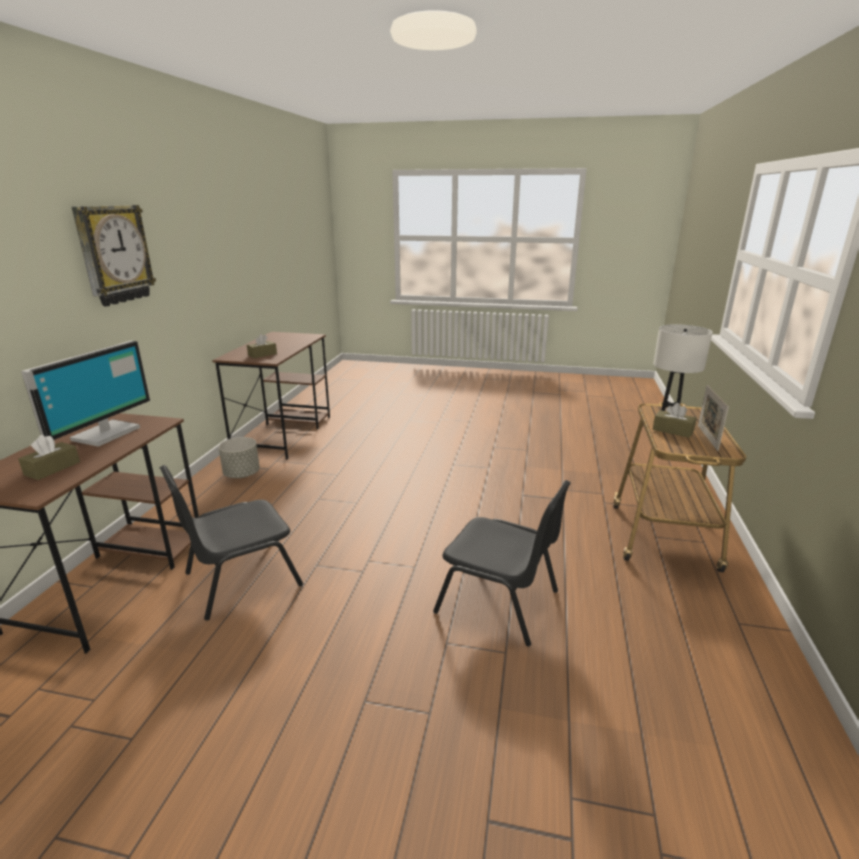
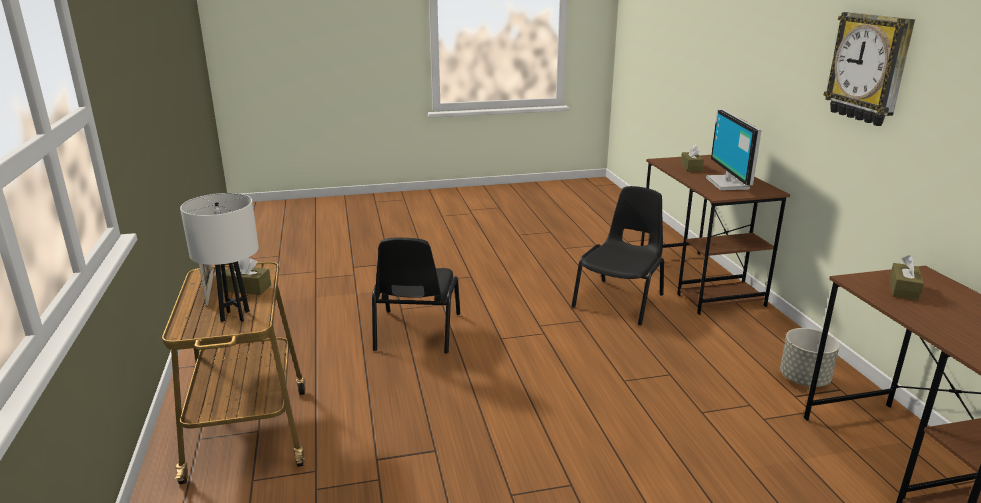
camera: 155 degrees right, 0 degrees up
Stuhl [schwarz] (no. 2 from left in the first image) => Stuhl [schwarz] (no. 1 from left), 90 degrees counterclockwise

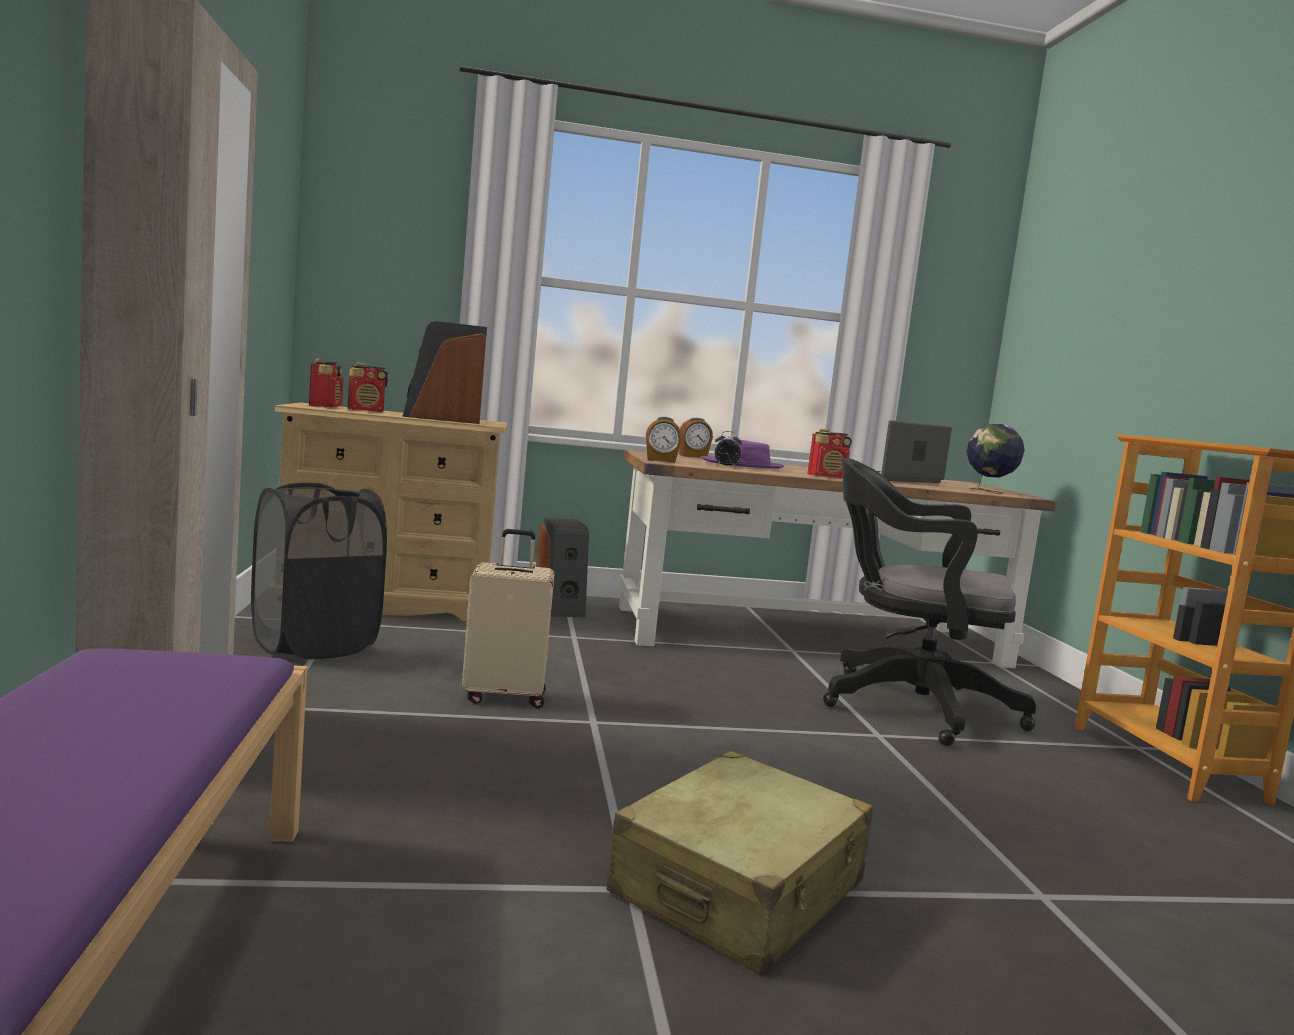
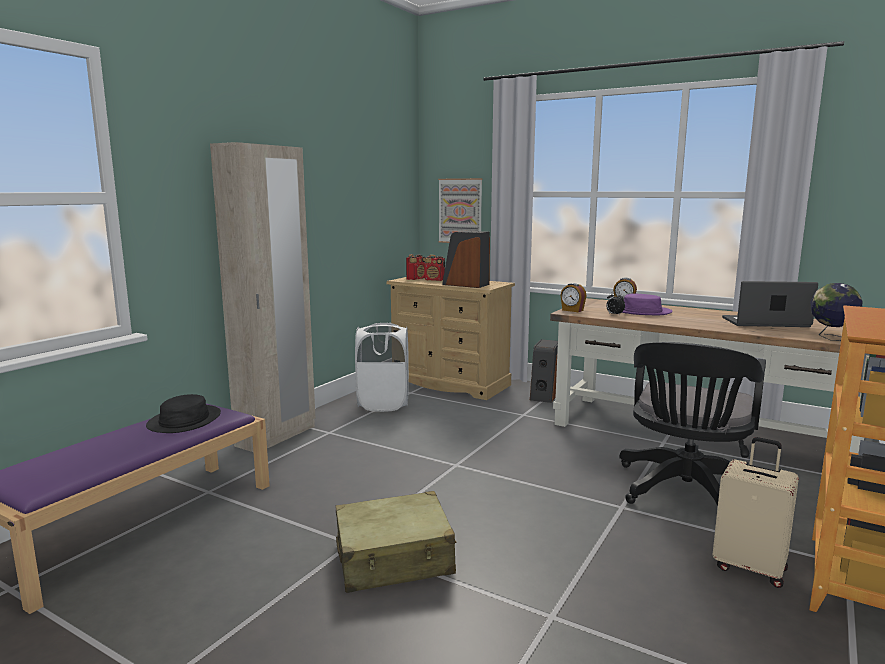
camera: 40 degrees right, 5 degrees up
Radio (no. 3 from left) => nothing
Bürostuhl [schwarz], 120 degrees counterclockwise
Wäschekorb [schwarz] => Wäschekorb [weiß]
Koffer [beige] (no. 1 from left in the first image) => Koffer [beige] (no. 2 from left), shifted
nothing => Bild
nothing => Hut [schwarz]

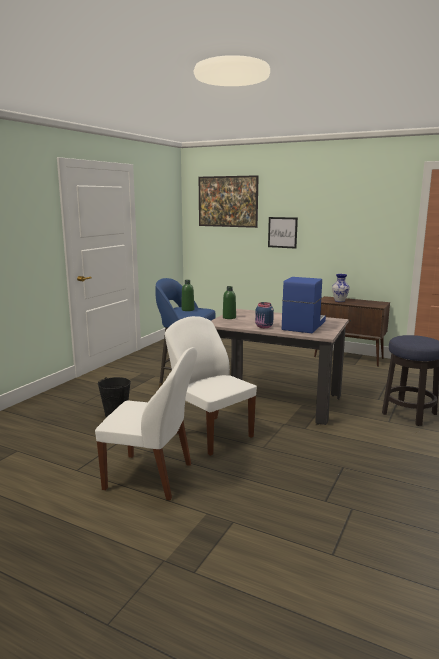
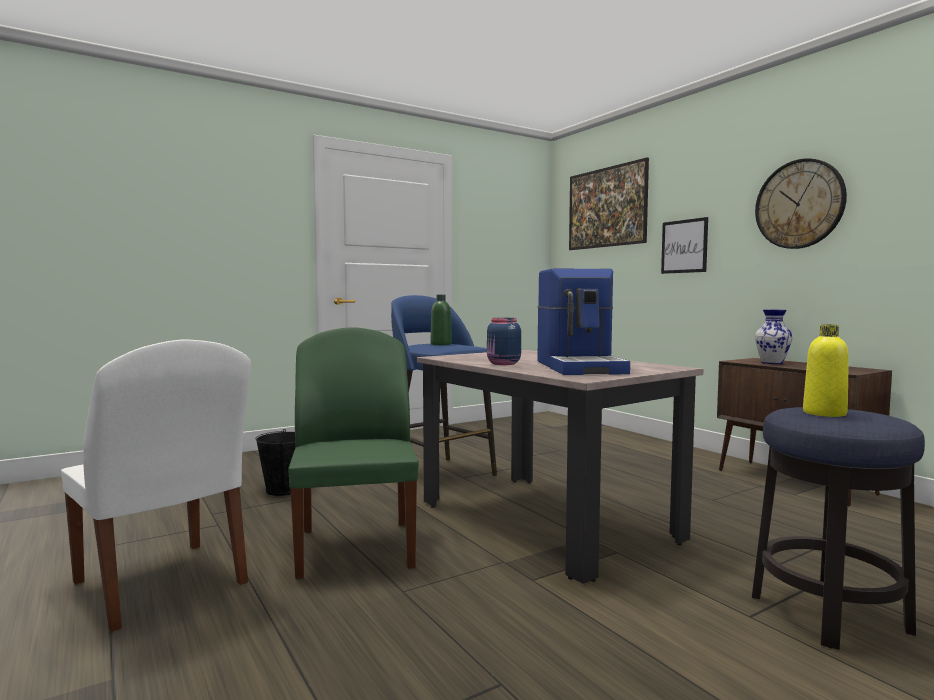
camera: 30 degrees right, 10 degrees down
Kaffeemaschine, 120 degrees clockwise
Flasche [grün] (no. 2 from left) => nothing
Stuhl [weiß] (no. 2 from left) => Stuhl [grün]
nothing => Wanduhr
nothing => Flasche [gelb]

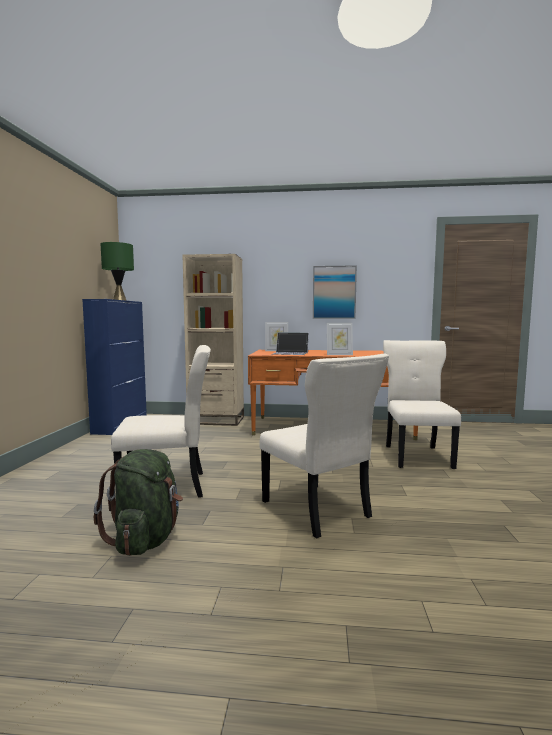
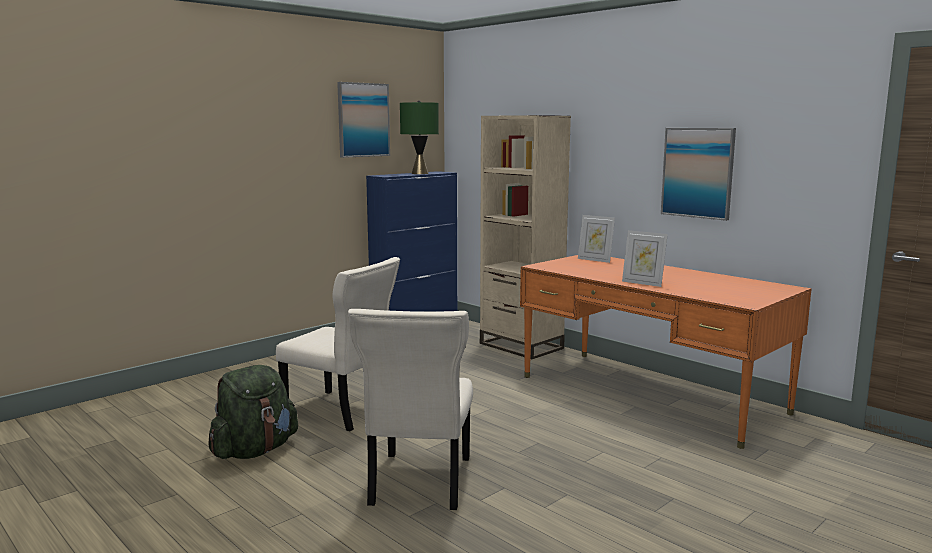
camera: 40 degrees right, 5 degrees up
Laptop => nothing
Stuhl [beige] (no. 3 from left) => nothing
nothing => Bild (no. 1 from left)

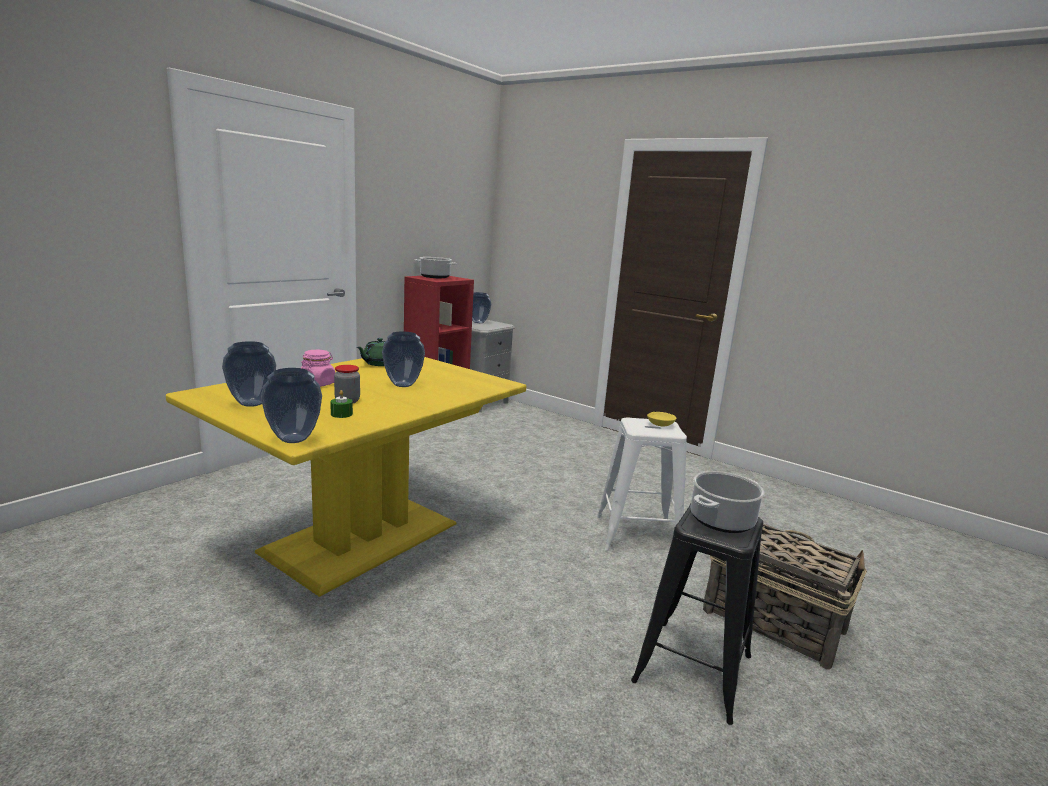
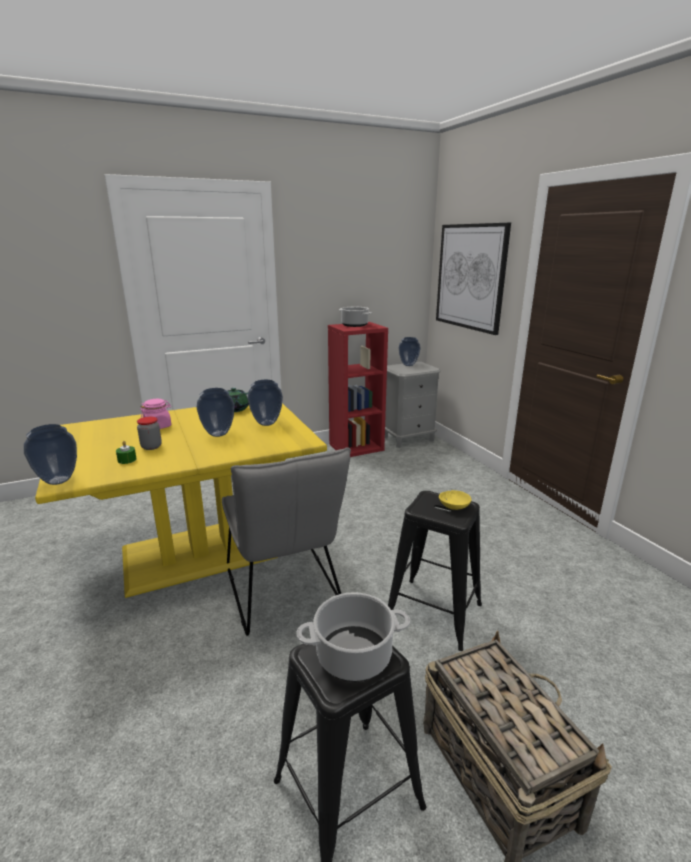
camera: 30 degrees right, 5 degrees up
Vase (no. 1 from left in the first image) => Vase (no. 3 from left), shifted
Hocker [weiß] => Hocker [schwarz] (no. 2 from left)
nothing => Bild
nothing => Stuhl [grau]

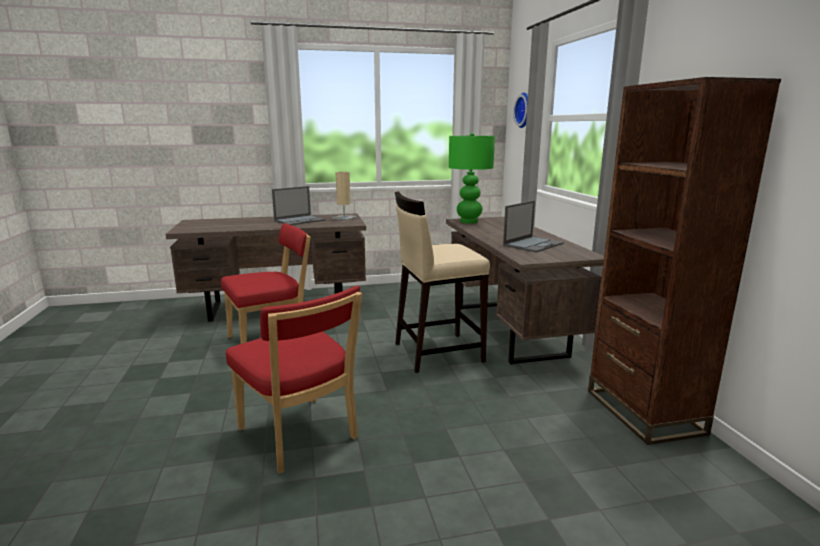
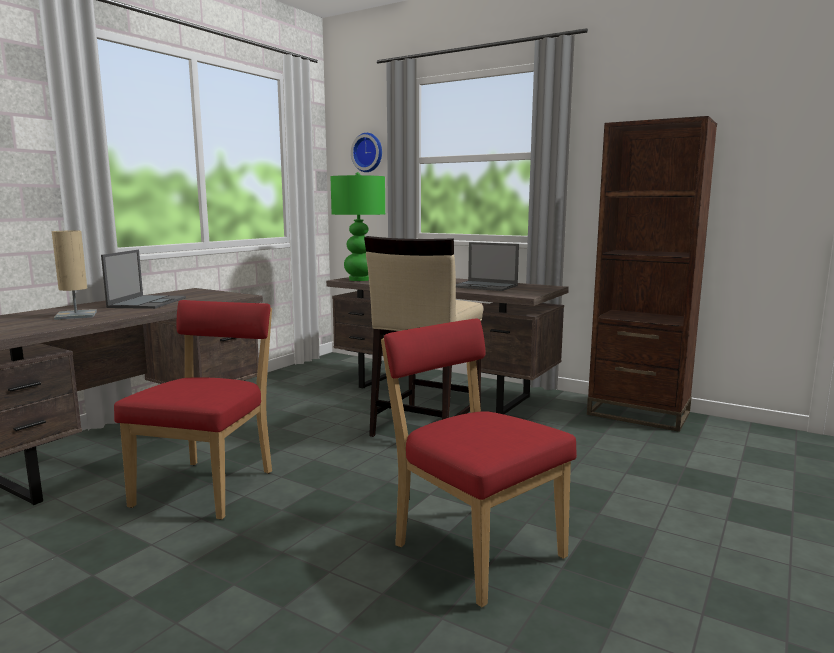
camera: 45 degrees left, 5 degrees down
Tischlampe [beige], shifted
Laptop (no. 2 from left), 120 degrees clockwise
Stuhl [rot] (no. 2 from left), 135 degrees counterclockwise

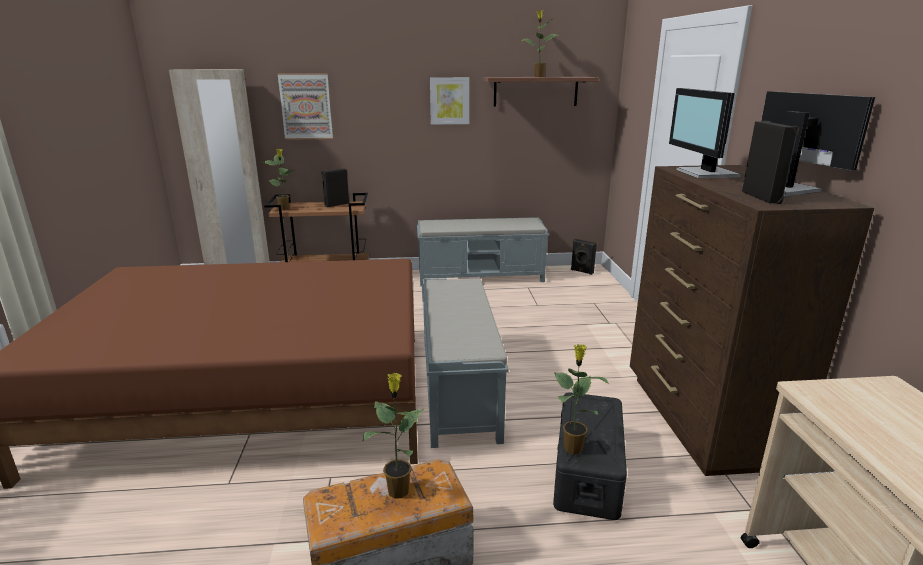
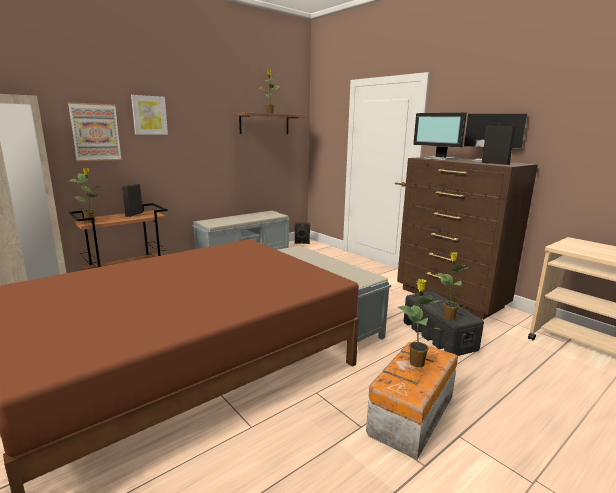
camera: 35 degrees left, 5 degrees down
Bild (no. 2 from left), shifted

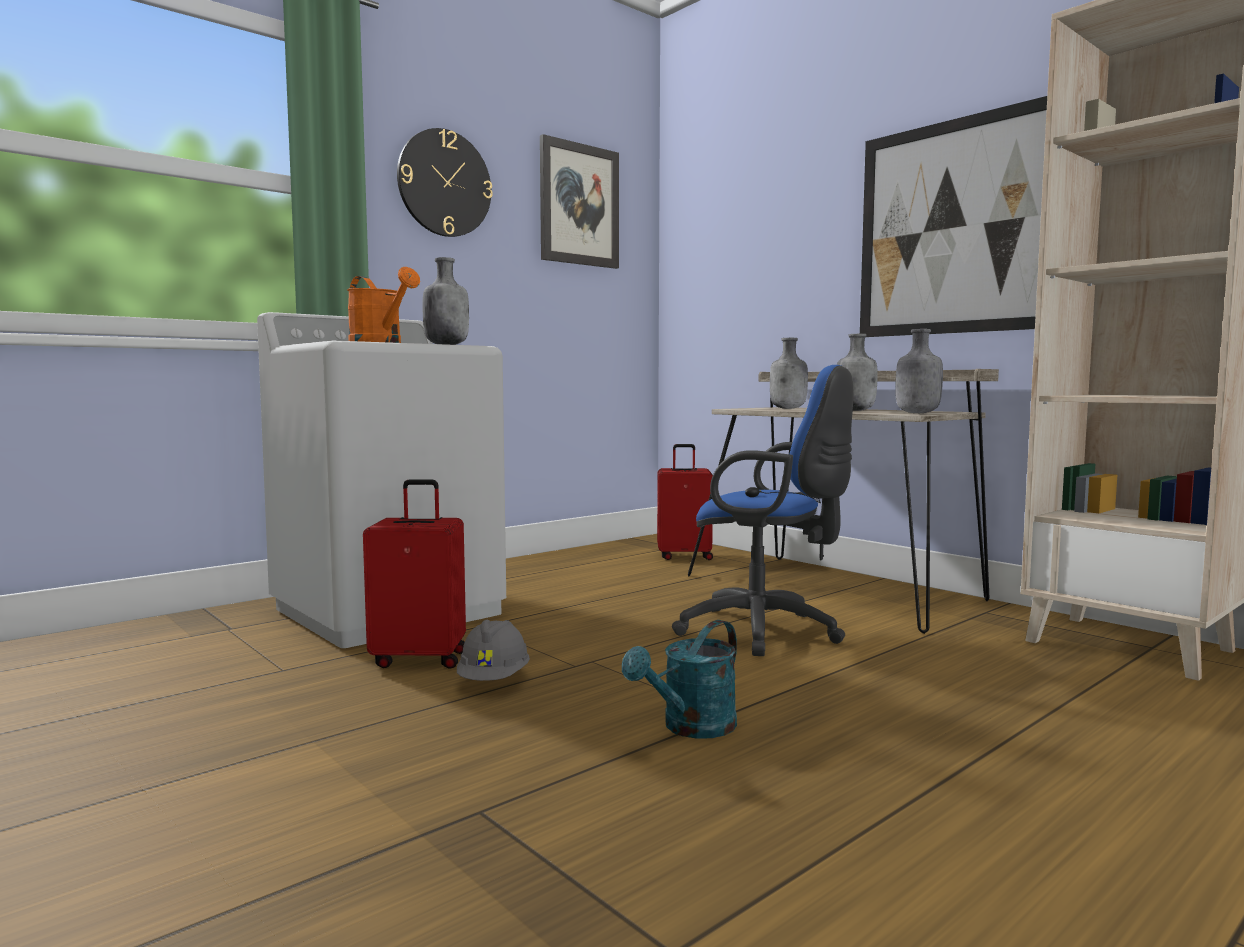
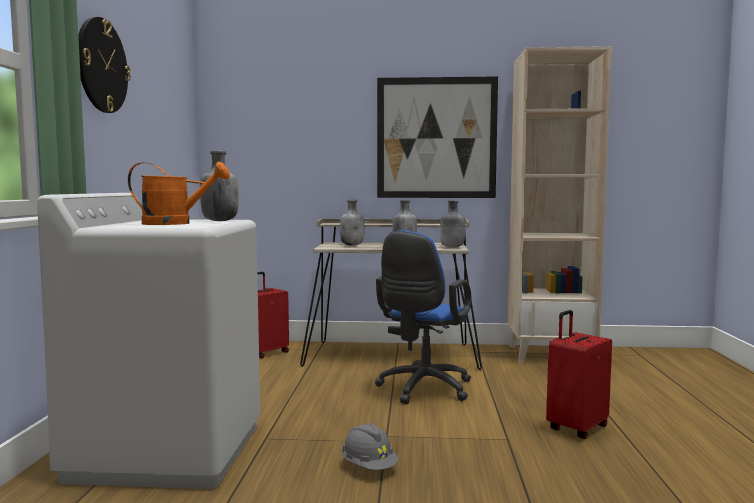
camera: 45 degrees left, 0 degrees up
Bild (no. 1 from left) => nothing
Bürostuhl [blau], 135 degrees clockwise
Koffer [rot] (no. 1 from left in the first image) => Koffer [rot] (no. 2 from left), shifted
Gießkanne [türkis] => nothing

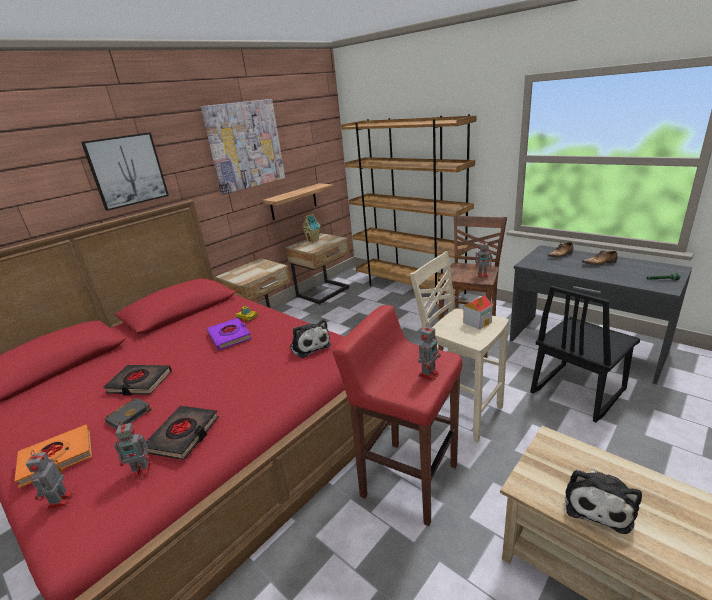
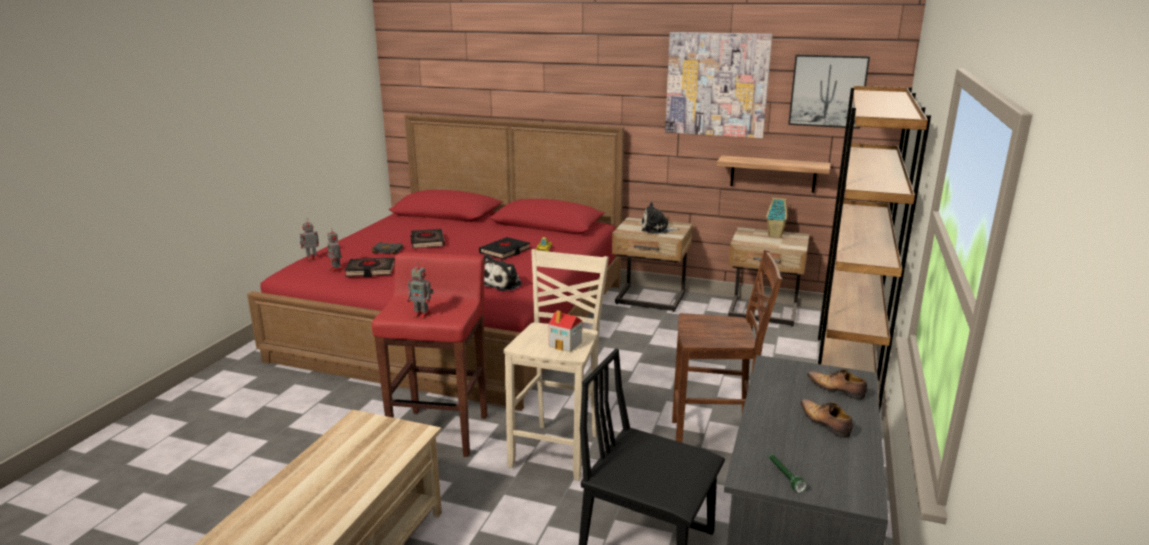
camera: 65 degrees right, 5 degrees down
Bild (no. 1 from left in the first image) => Bild (no. 2 from left), shifted
Spielzeugroboter (no. 4 from left) => nothing
Buch [lila] => Buch [schwarz] (no. 4 from left)
Buch [orange] => nothing
Plüschtier (no. 2 from left), shifted

